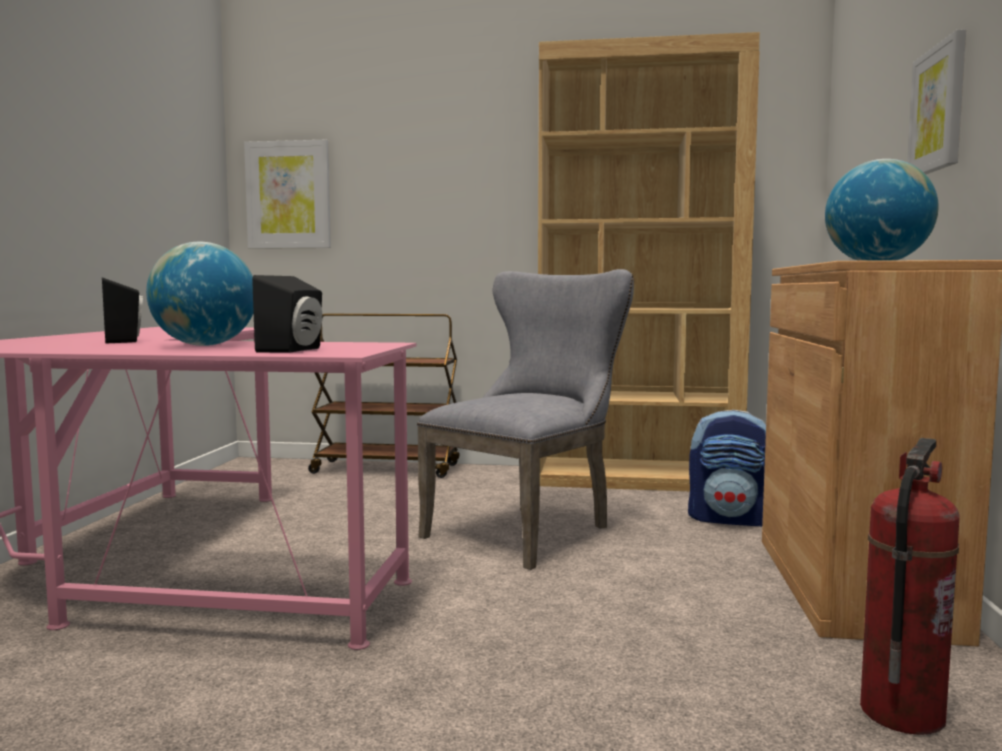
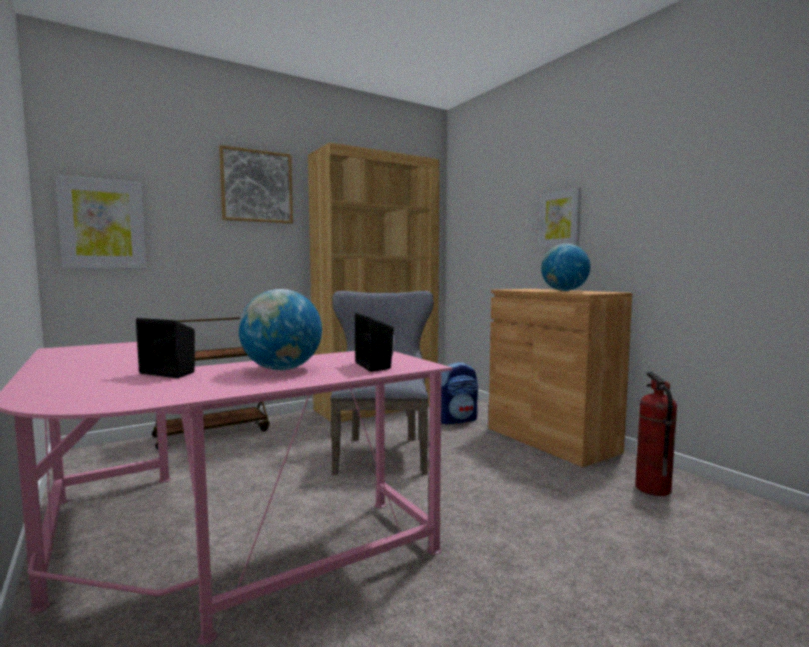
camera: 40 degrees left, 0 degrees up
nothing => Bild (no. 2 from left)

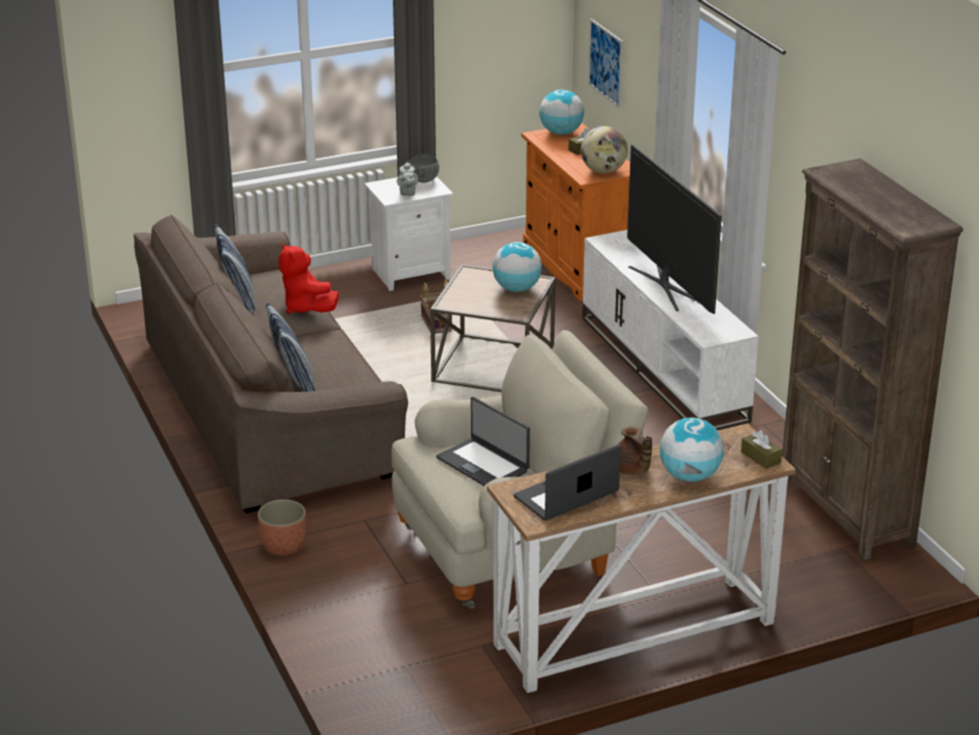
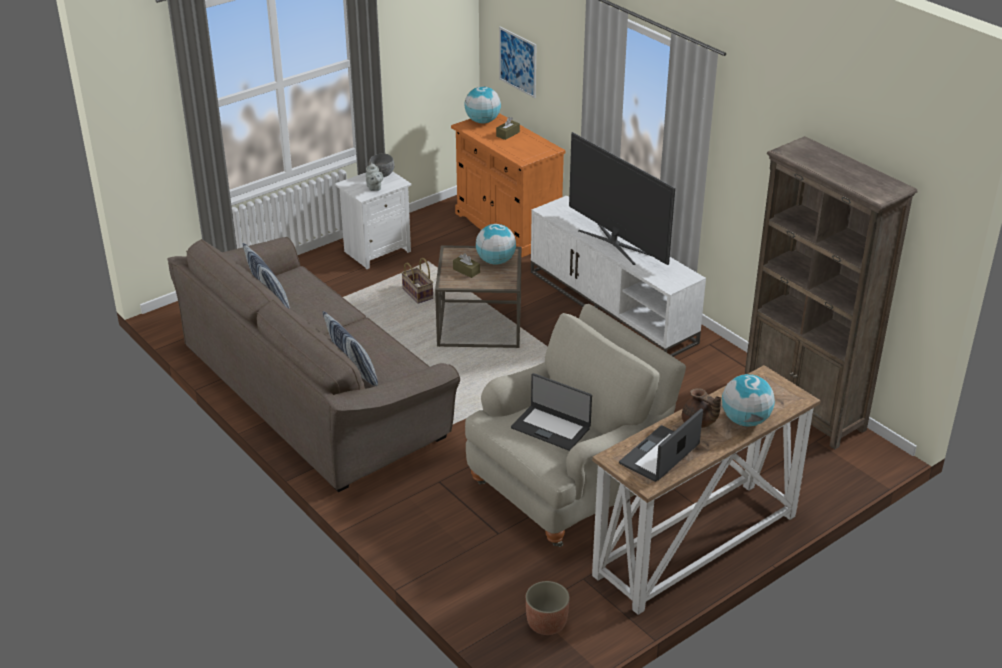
camera: 15 degrees left, 5 degrees up
Globus (no. 3 from left) => nothing
Plüschtier [rot] => nothing
Taschentuchbox [braun] (no. 2 from left in the first image) => Taschentuchbox [braun] (no. 1 from left), shifted
Pflanzkübel, shifted

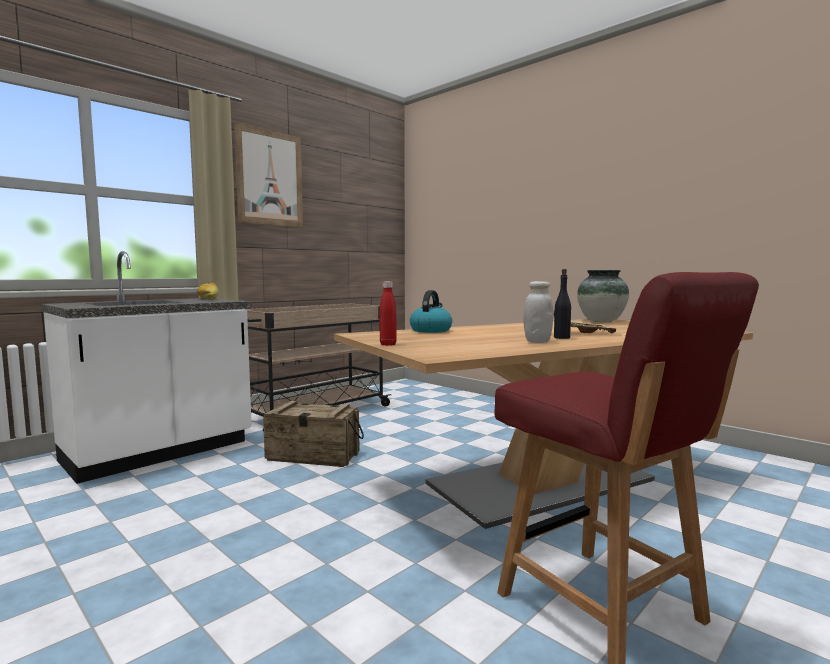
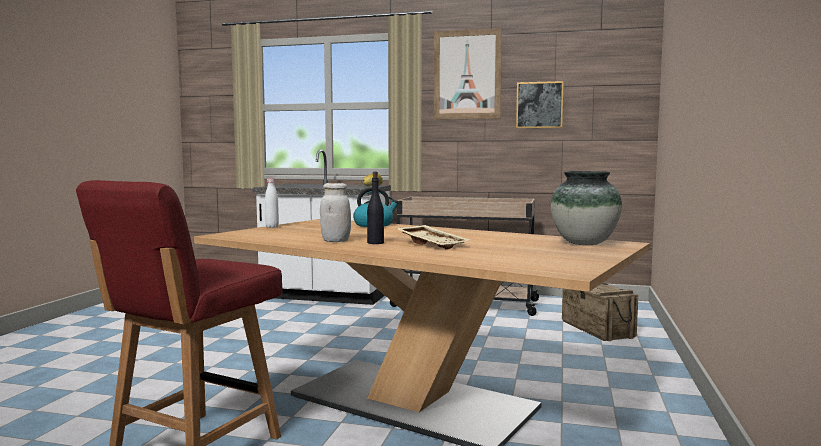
camera: 60 degrees right, 0 degrees up
Flasche [rot] => Flasche [weiß]
Kiste, shifted
nothing => Bild (no. 2 from left)

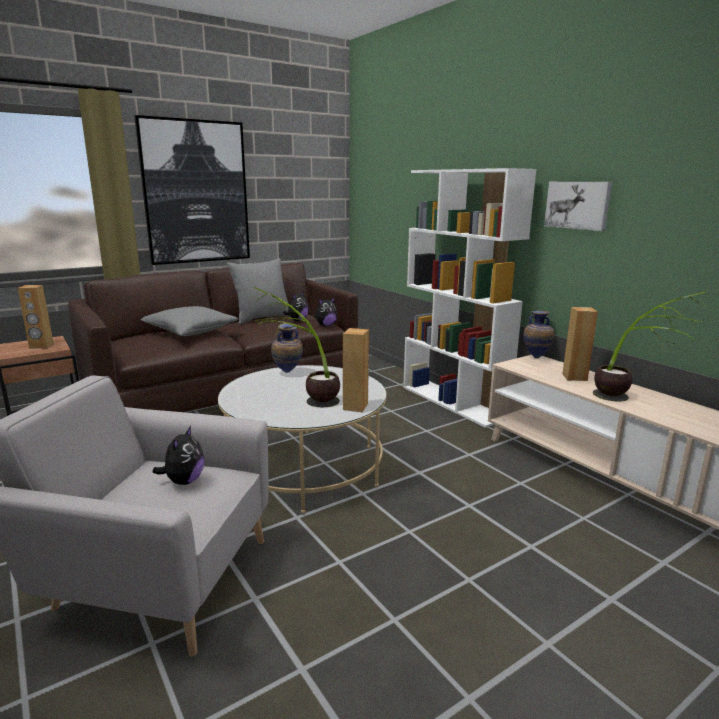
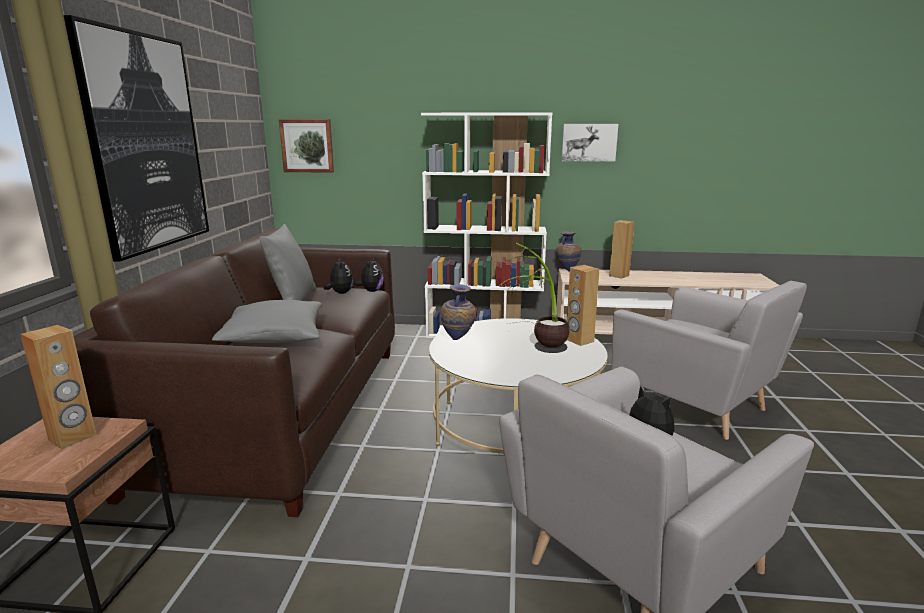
camera: 50 degrees left, 0 degrees up
Topfpflanze (no. 2 from left) => nothing
nothing => Bild (no. 2 from left)
nothing => Sessel [grau] (no. 2 from left)

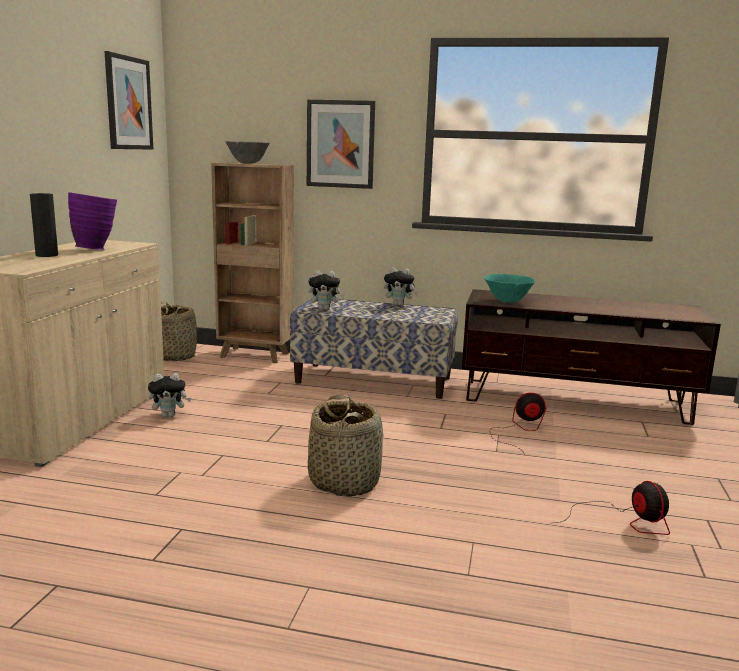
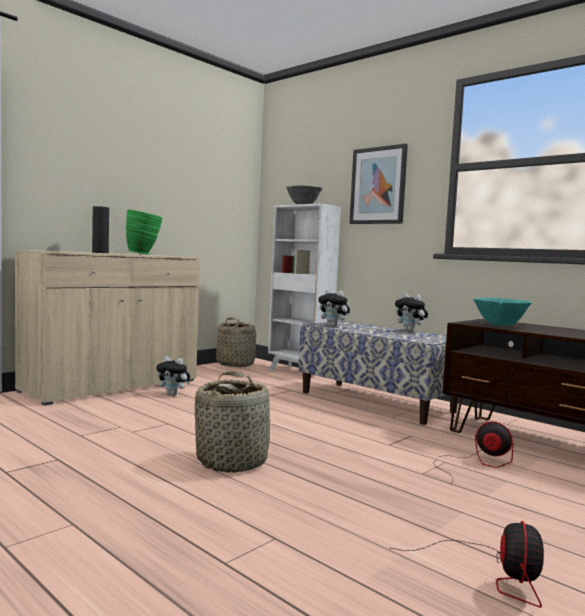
camera: 30 degrees right, 10 degrees down
Bild (no. 1 from left) => nothing
Bücherregal [braun] => Bücherregal [weiß]
Vase [lila] => Vase [grün]

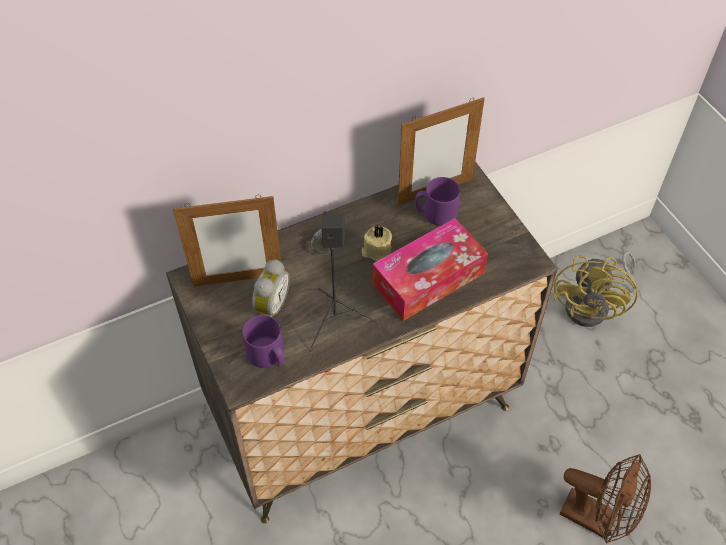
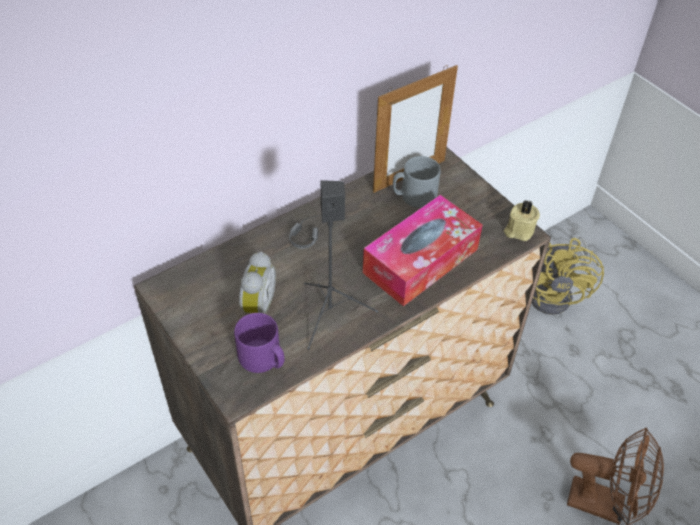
camera: 10 degrees left, 5 degrees down
Henkelbecher [lila] (no. 2 from left) => Henkelbecher [grau]
Bilderrahmen (no. 1 from left) => nothing
Kerze [beige], shifted

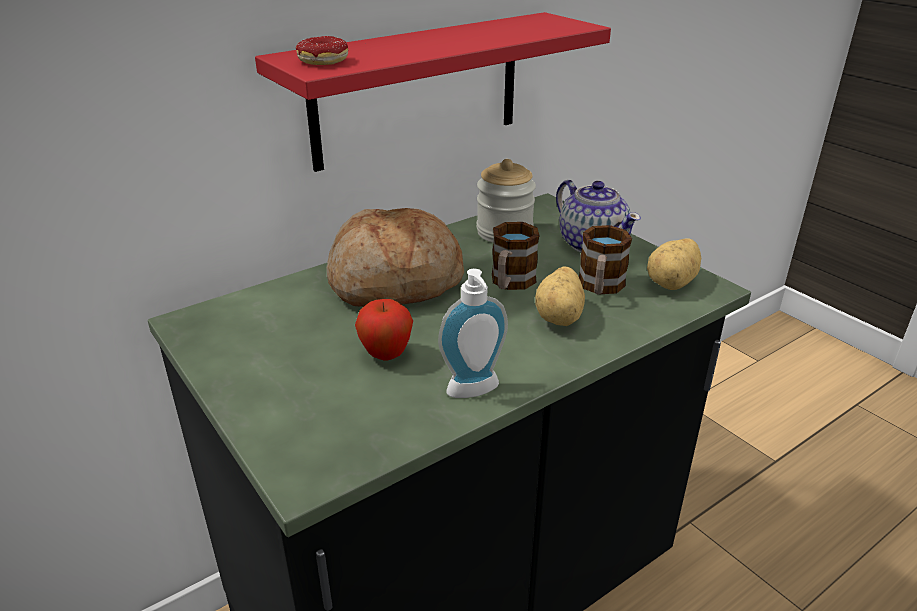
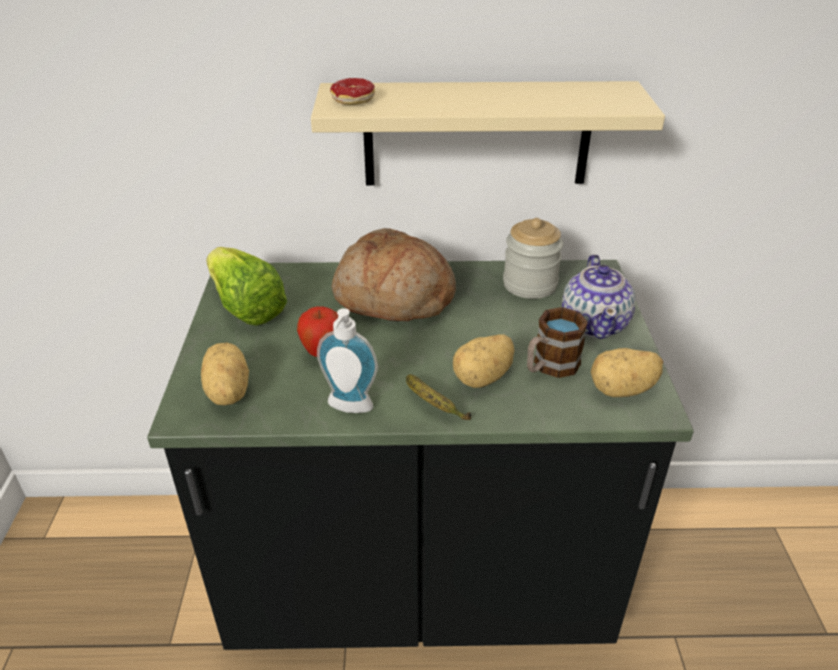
camera: 35 degrees right, 5 degrees up
Wandregal [rot] => Wandregal [beige]
Henkelbecher (no. 1 from left) => nothing
nothing => Salatkopf
nothing => Kartoffel (no. 1 from left)
nothing => Banane

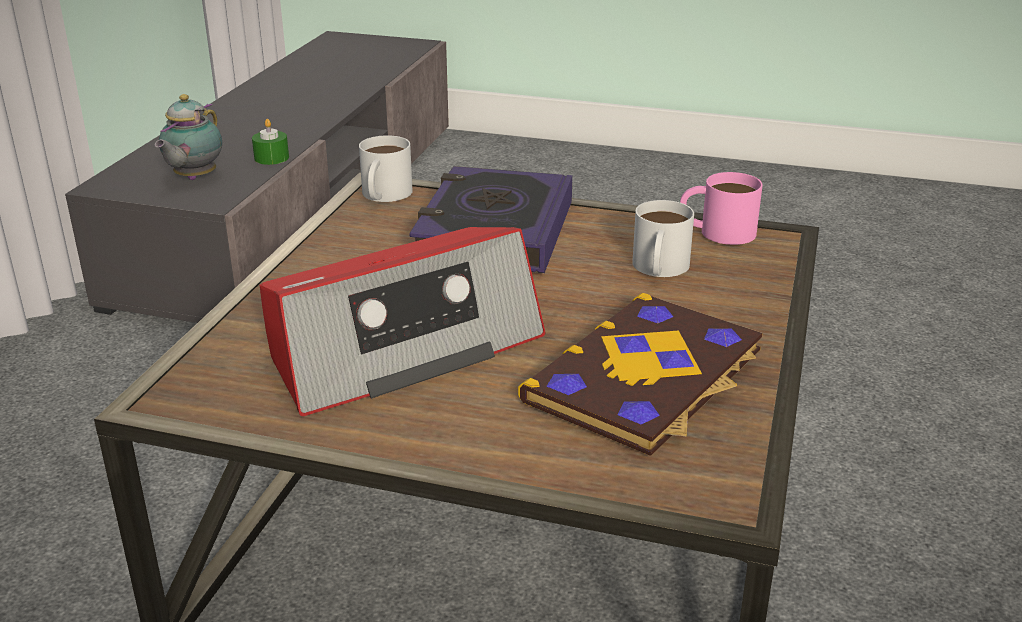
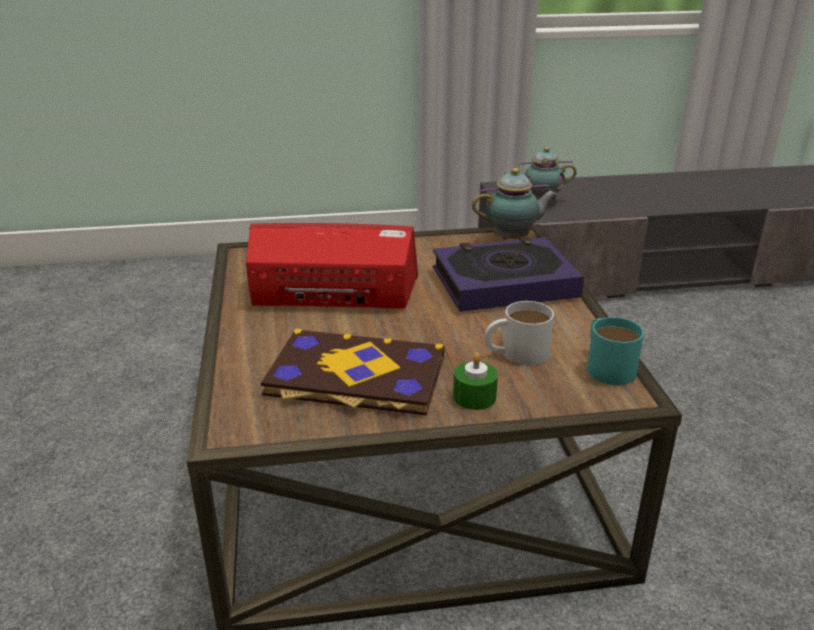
camera: 65 degrees right, 0 degrees up
Kerze [grün], shifted
Henkelbecher [weiß] (no. 1 from left) => Teekanne (no. 1 from left)
Henkelbecher [rosa] => Henkelbecher [türkis]
Radio, 150 degrees clockwise

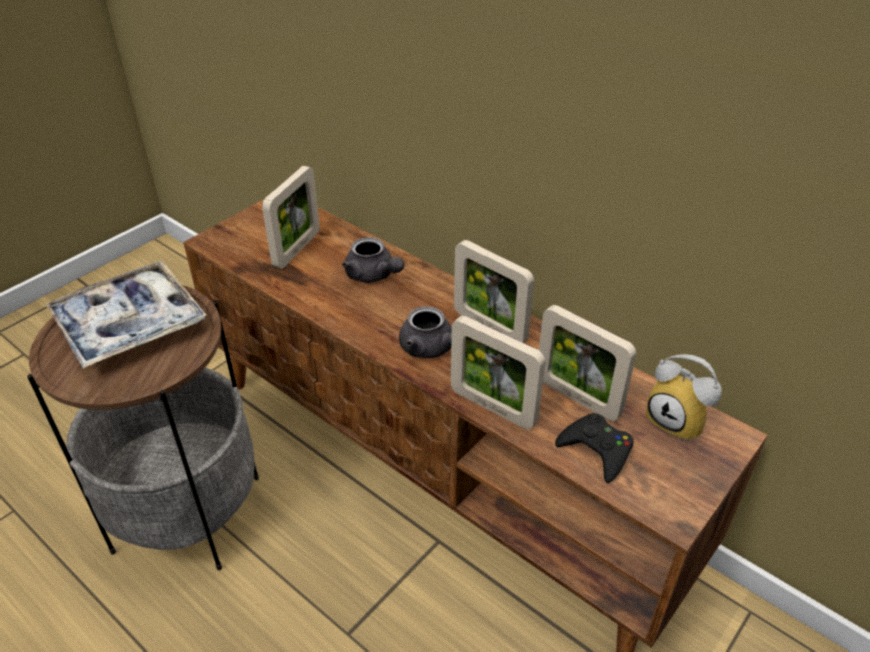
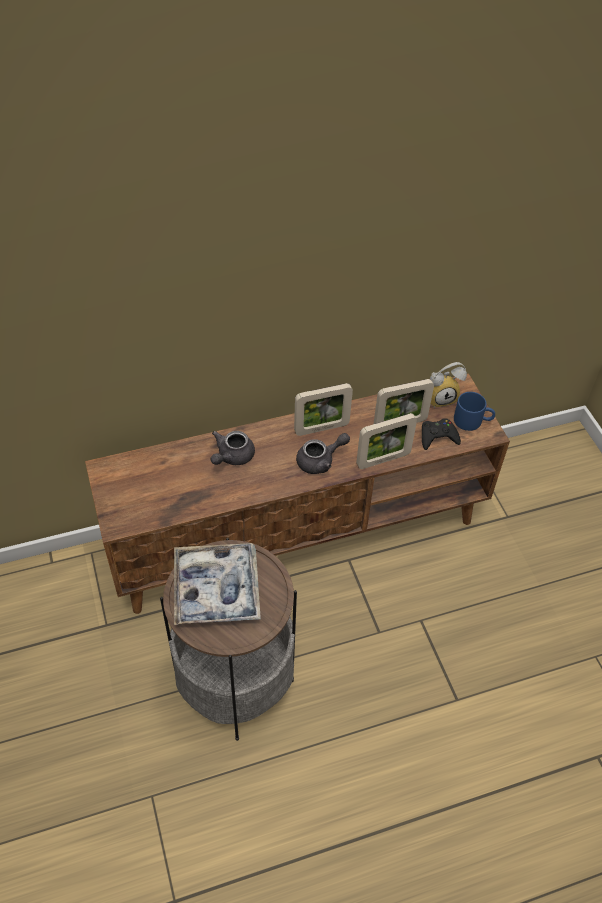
camera: 60 degrees left, 10 degrees up
Bilderrahmen (no. 1 from left) => nothing
Teekanne [grau] (no. 1 from left), 135 degrees clockwise
nothing => Henkelbecher [blau]

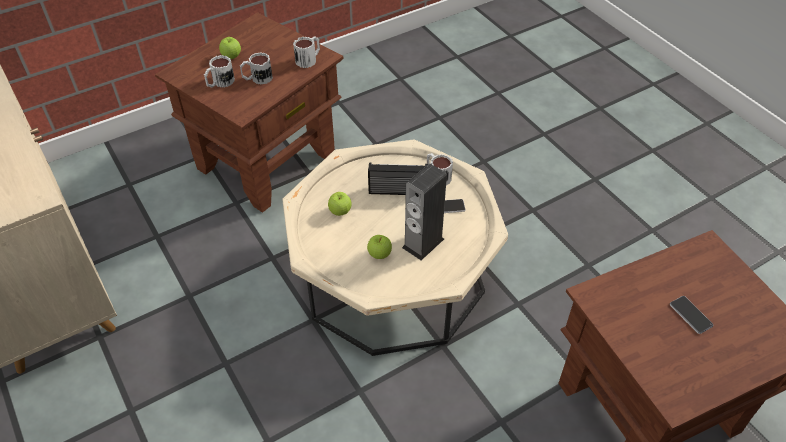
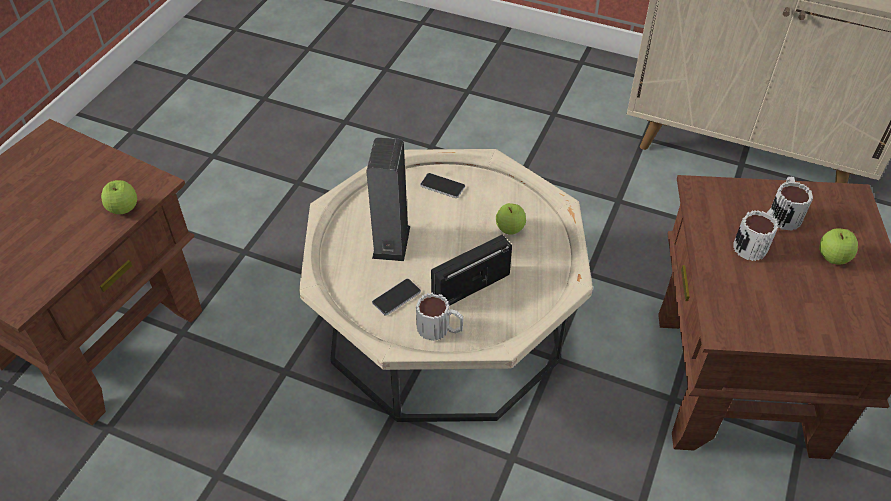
camera: 145 degrees right, 0 degrees up
Henkelbecher (no. 3 from left) => nothing
Apfel (no. 3 from left in the first image) => Apfel (no. 1 from left), shifted
Handy (no. 2 from left), shifted

